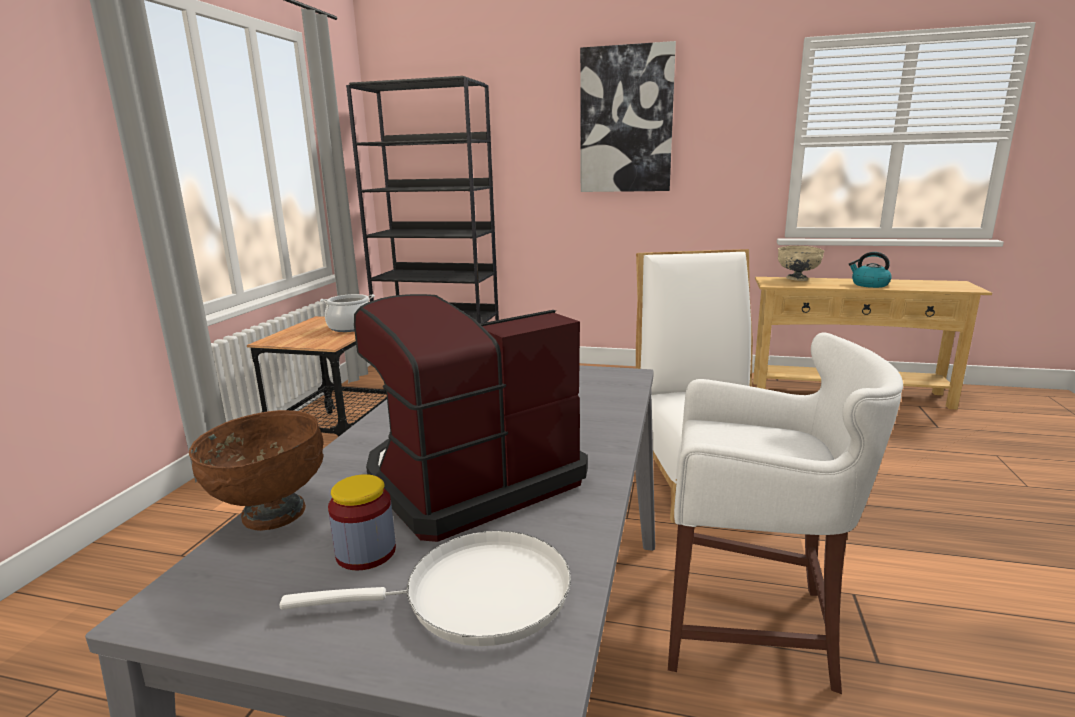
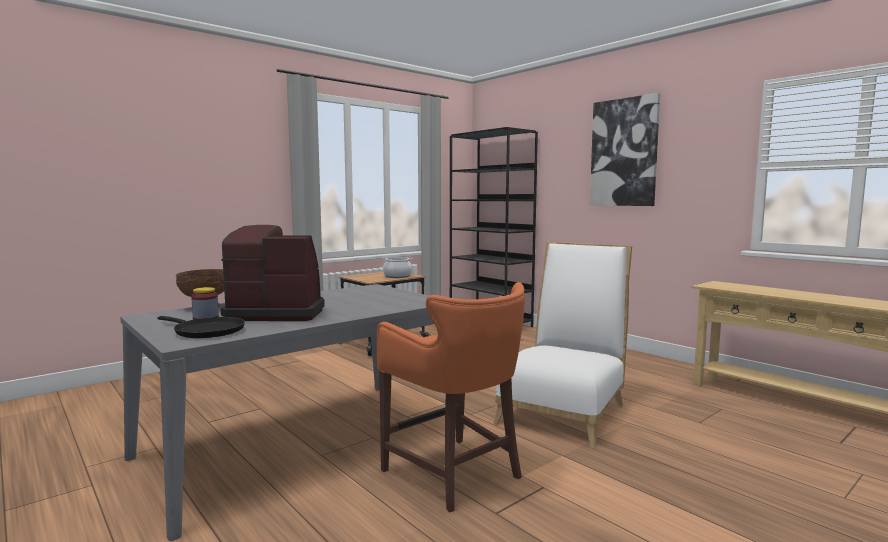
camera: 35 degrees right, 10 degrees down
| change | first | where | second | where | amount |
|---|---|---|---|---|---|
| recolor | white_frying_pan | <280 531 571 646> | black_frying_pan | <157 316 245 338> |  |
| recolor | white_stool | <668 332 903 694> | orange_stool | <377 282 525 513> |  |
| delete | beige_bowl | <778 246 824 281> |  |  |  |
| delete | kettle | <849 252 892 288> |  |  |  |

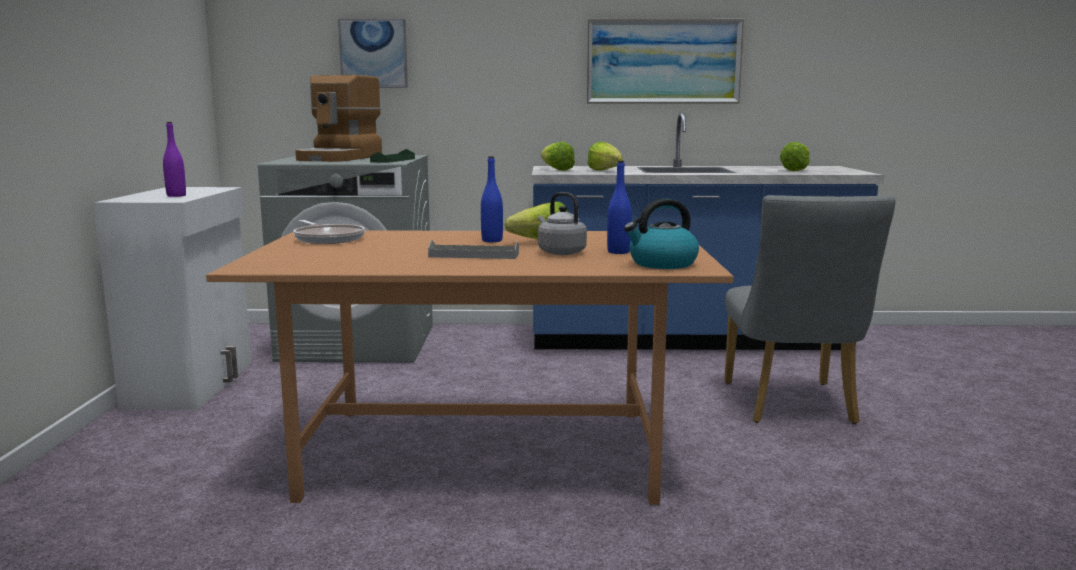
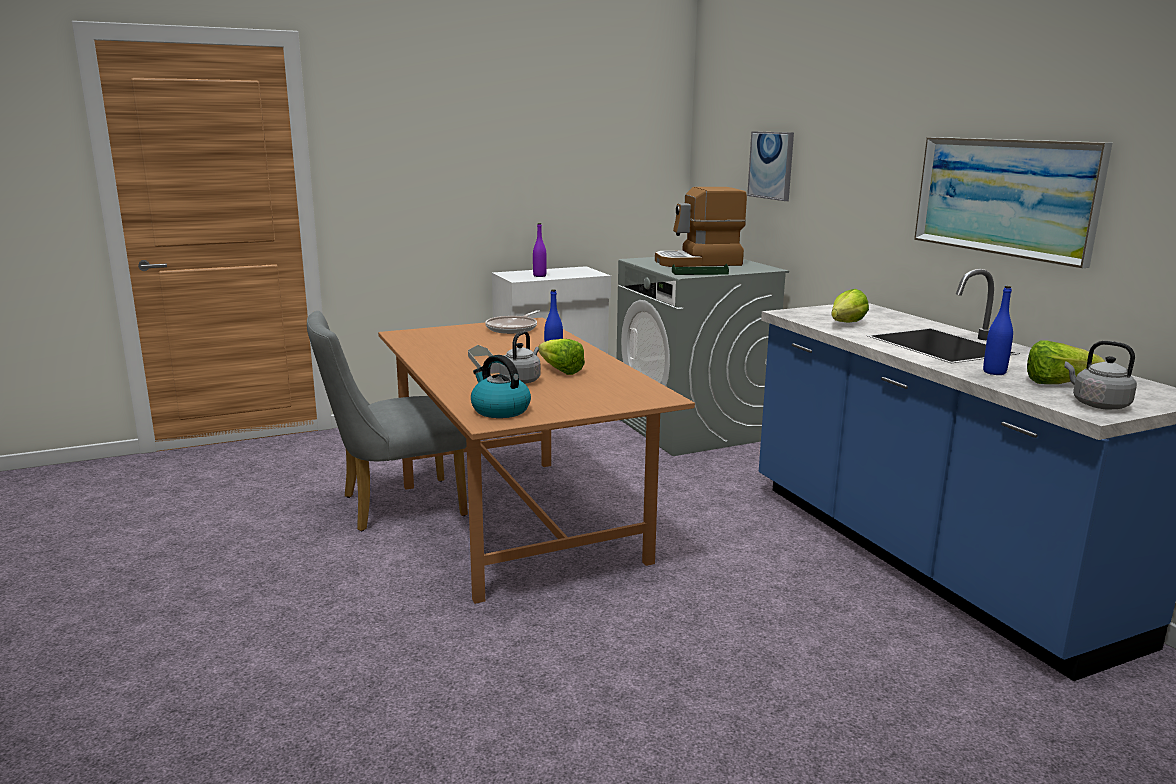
camera: 65 degrees right, 5 degrees up
| change | first | where | second | where | amount |
|---|---|---|---|---|---|
| move | grey_chair | <724 195 895 424> |  | <307 311 468 531> |  |
| move | blue_bottle | <607 161 632 254> |  | <983 286 1013 375> |  |
| insert |  |  | grey_kettle | <1064 341 1137 409> |  |
| delete | lettuce | <541 142 575 171> |  |  |  |

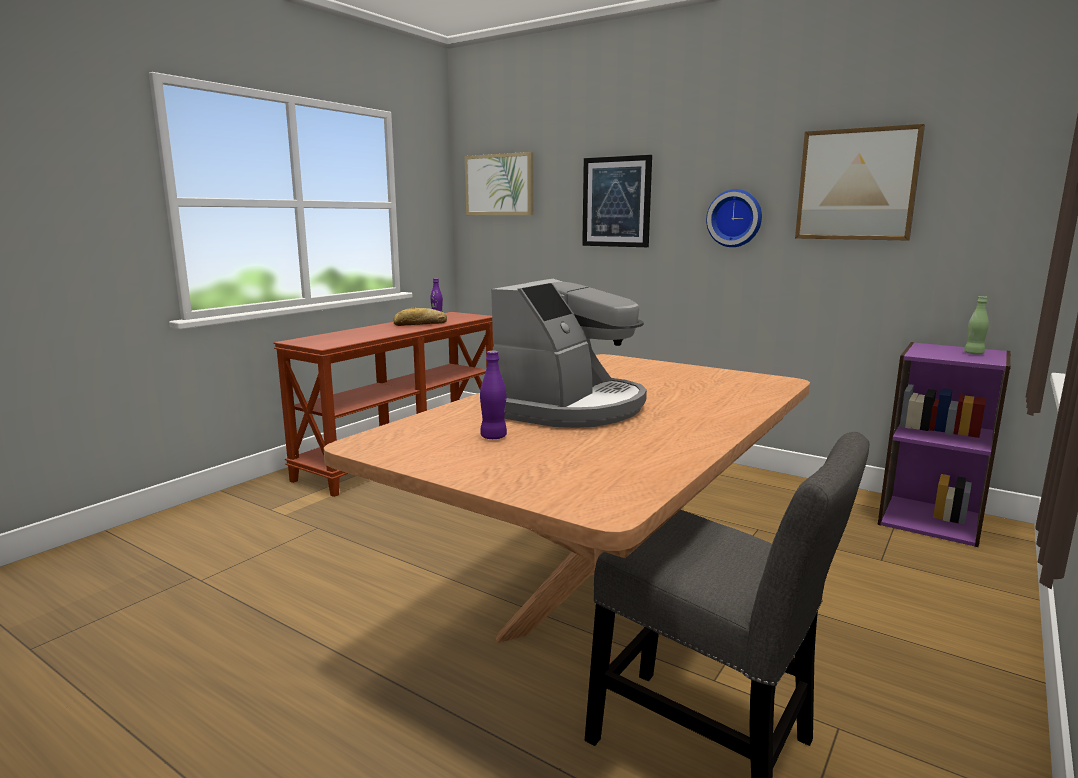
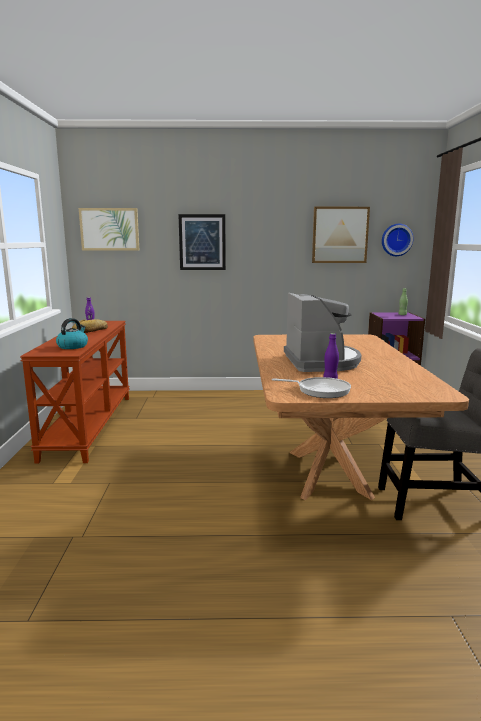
camera: 35 degrees left, 0 degrees up
| change | first | where | second | where | amount |
|---|---|---|---|---|---|
| insert |  |  | kettle | <56 318 88 349> |  |
| insert |  |  | frying_pan | <272 377 351 398> |  |
| move | wall_clock | <706 189 762 247> |  | <382 224 414 256> |  |

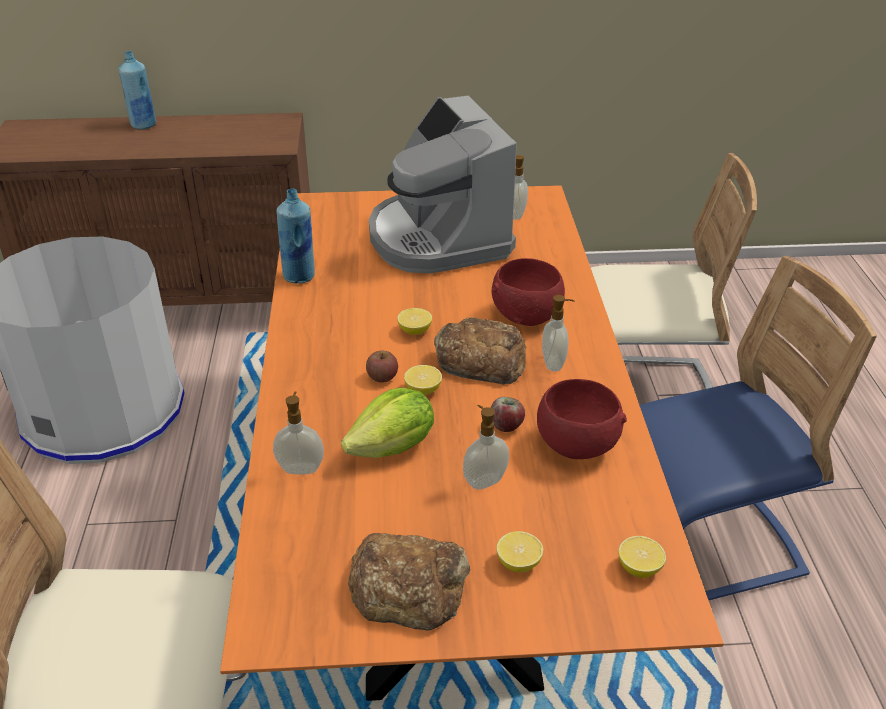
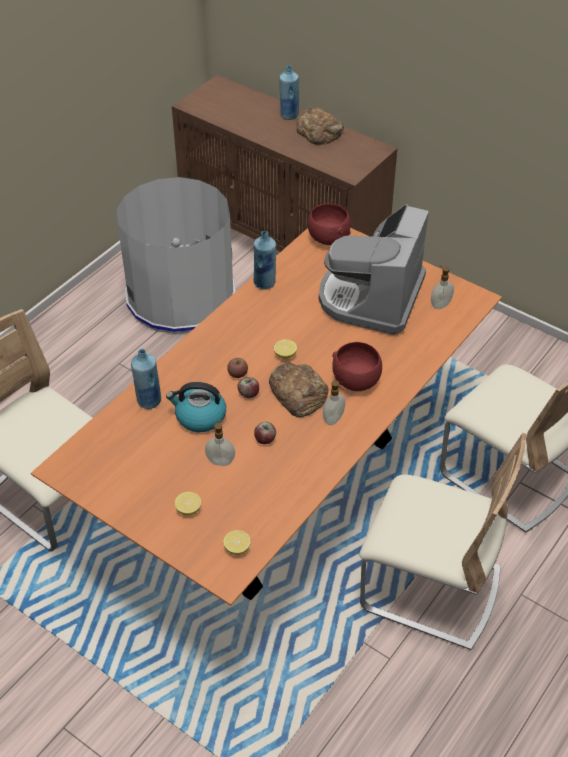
camera: 40 degrees right, 10 degrees up
| change | first | where | second | where | amount |
|---|---|---|---|---|---|
| replace | soap_dispenser | <273 391 324 475> | blue_bottle | <131 349 161 409> |  |
| replace | lettuce | <341 388 434 458> | kettle | <166 382 226 432> |  |
| replace | lemon | <404 365 442 395> | apple | <237 377 259 399> |  |
| move | bread | <348 533 470 631> |  | <296 108 344 145> |  |
| move | red_bowl | <537 379 627 459> |  | <308 204 351 245> |  |
| recolor | blue_chair | <639 256 877 600> | beige_chair | <359 433 526 650> |  |

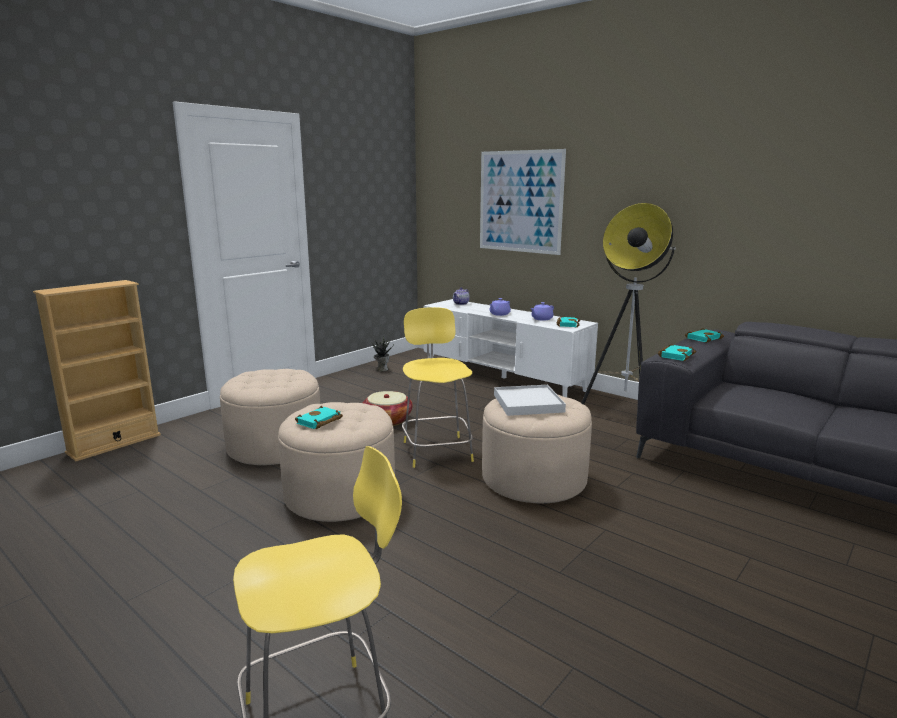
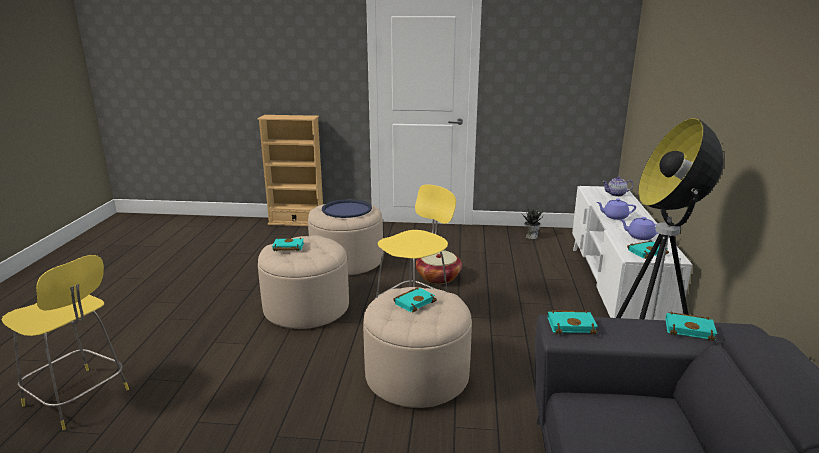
camera: 55 degrees right, 5 degrees up
| change | first | where | second | where | amount |
|---|---|---|---|---|---|
| insert |  |  | blue_tray | <322 199 372 218> |  |
| replace | white_tray | <494 385 566 416> | turquoise_book | <393 287 437 312> |  |
| delete | picture | <480 149 566 255> |  |  |  |

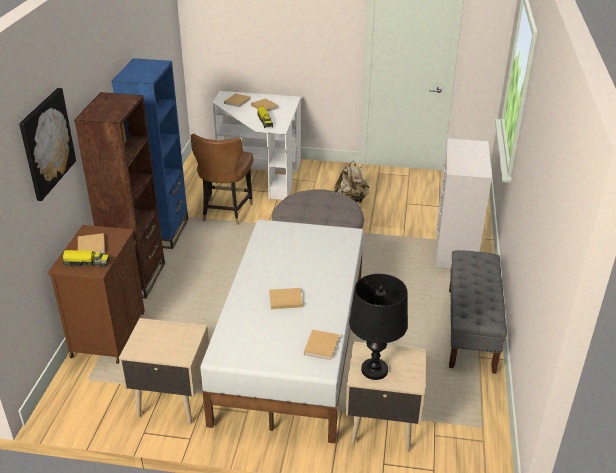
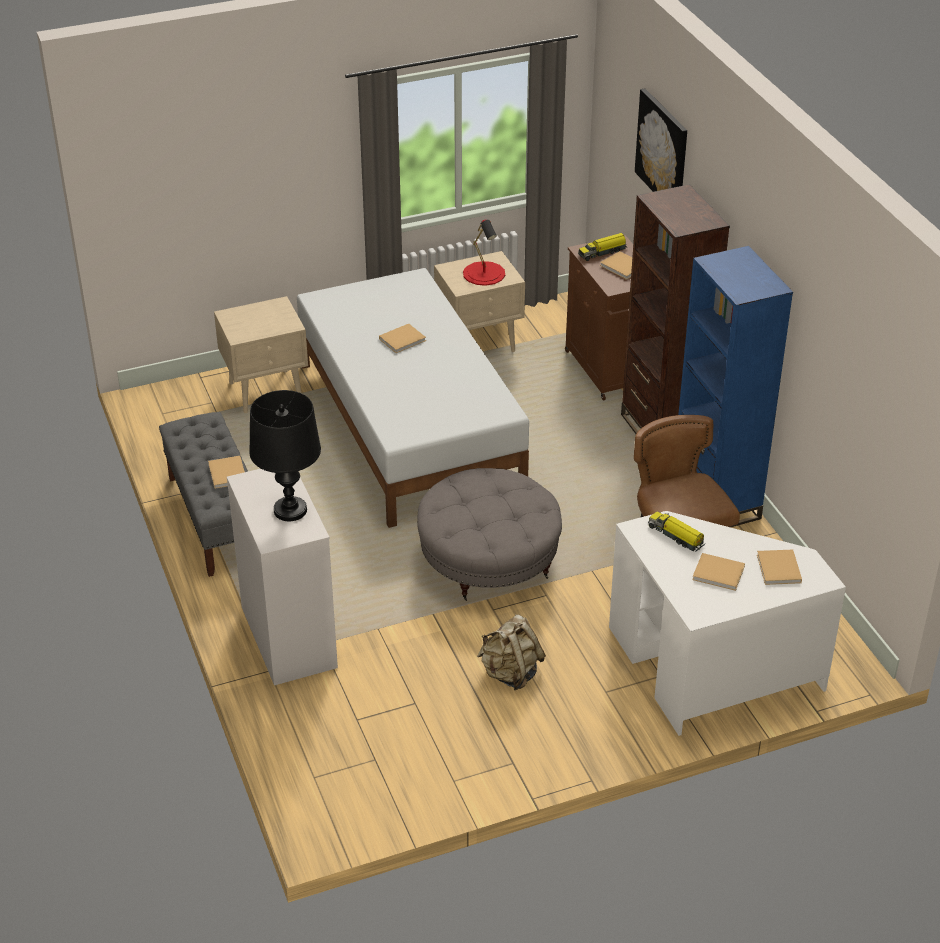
camera: 150 degrees right, 5 degrees up
| change | first | where | second | where | amount |
|---|---|---|---|---|---|
| move | beige_book | <304 330 339 360> |  | <208 456 245 489> |  |
| move | black_table_lamp | <349 274 408 380> |  | <249 390 321 521> |  |
| insert |  |  | red_table_lamp | <463 219 505 286> |  |

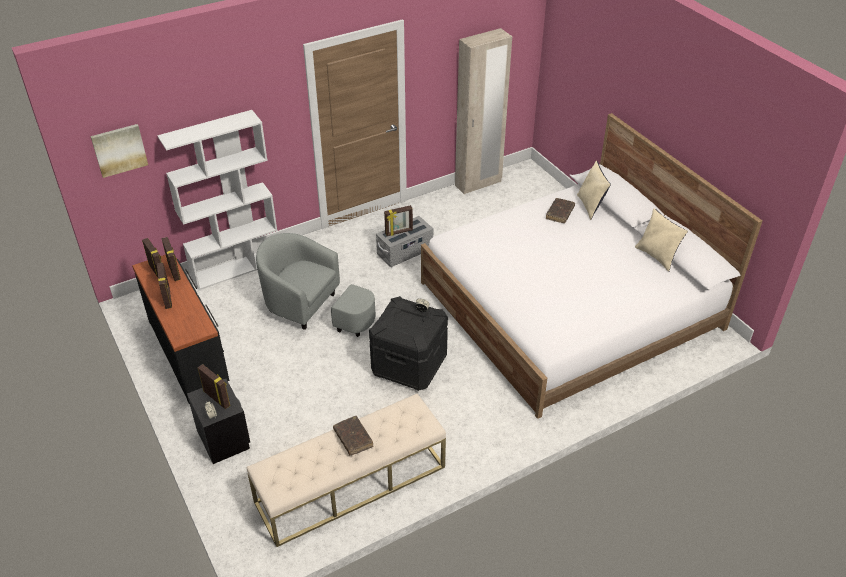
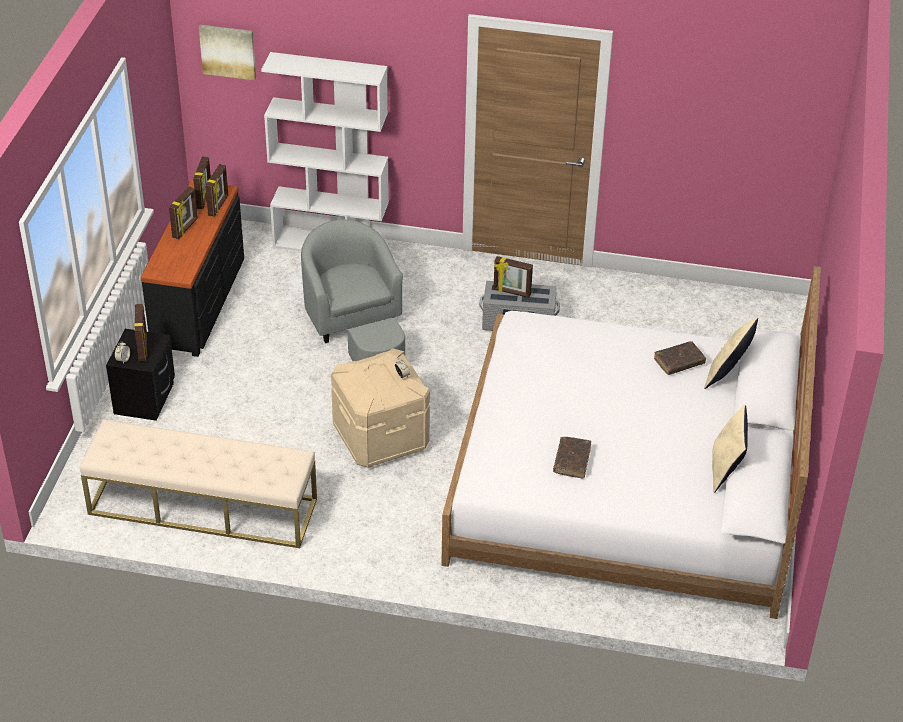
camera: 40 degrees right, 0 degrees up
| change | first | where | second | where | amount |
|---|---|---|---|---|---|
| recolor | black_storage_box | <369 296 448 391> | beige_storage_box | <331 348 430 468> |  |
| move | brown_book | <333 416 373 455> |  | <553 437 591 479> |  |
| delete | beige_wardrobe | <455 28 512 194> |  |  |  |

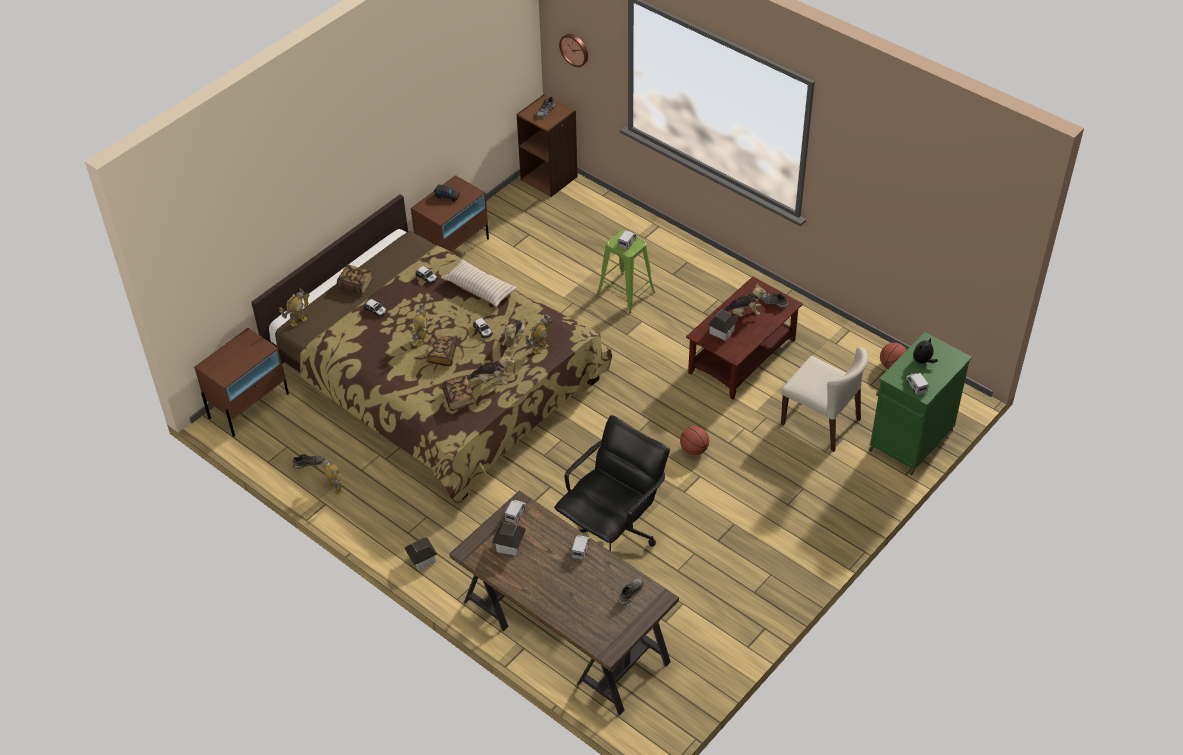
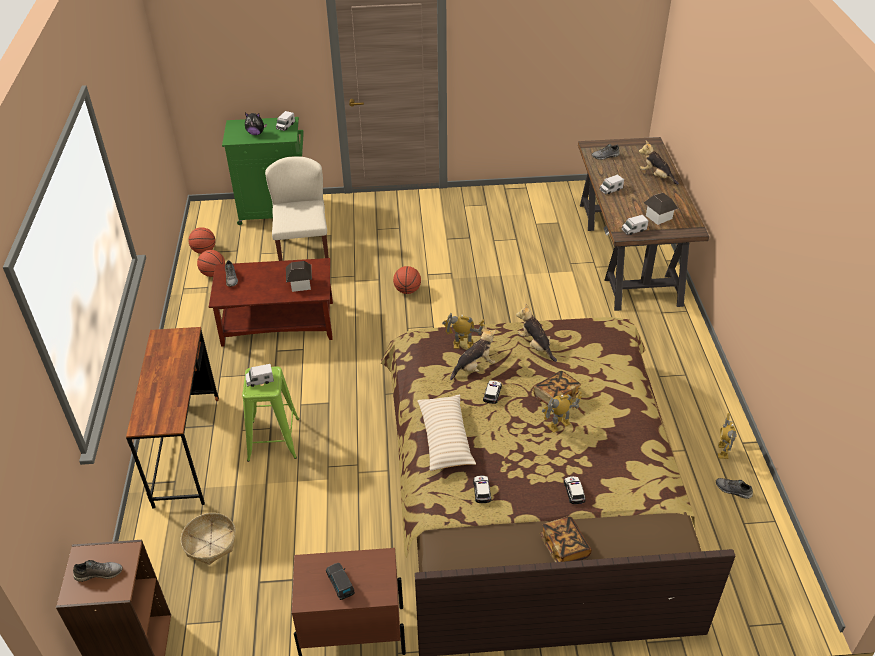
camera: 135 degrees left, 5 degrees down
| change | first | where | second | where | amount |
|---|---|---|---|---|---|
| insert |  |  | brown_desk | <126 327 219 509> |  |
| insert |  |  | basket | <181 513 236 565> |  |
| insert |  |  | basketball | <197 250 225 277> |  |
| move | plush_toy | <724 283 766 317> |  | <639 141 679 185> |  |
| delete | brown_nightstand | <194 328 289 437> |  |  |  |
| delete | toy_robot | <279 288 310 327> |  |  |  |
| delete | toy_house | <404 537 437 571> |  |  |  |
| delete | book | <442 376 475 411> |  |  |  |
| delete | black_office_chair | <554 415 670 551> |  |  |  |
| delete | wall_clock | <559 34 588 67> |  |  |  |

